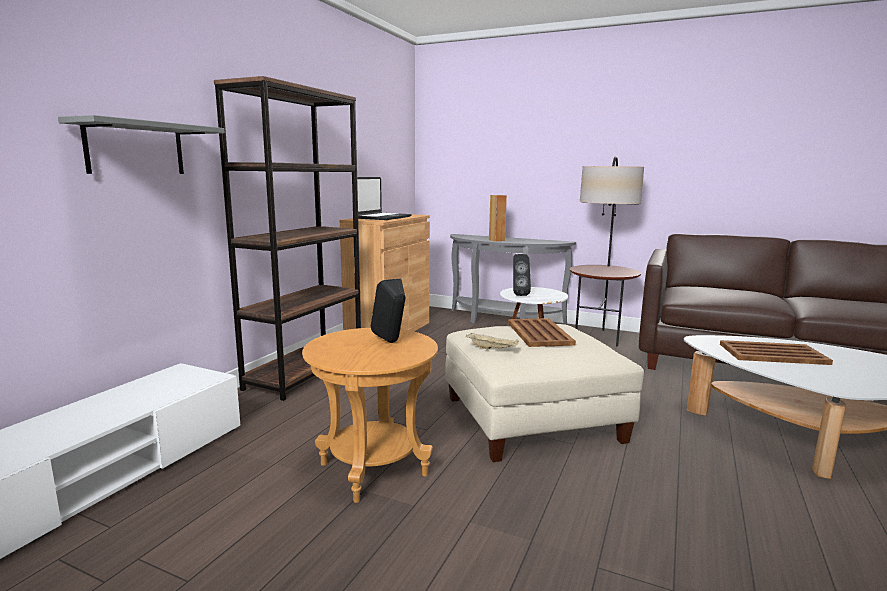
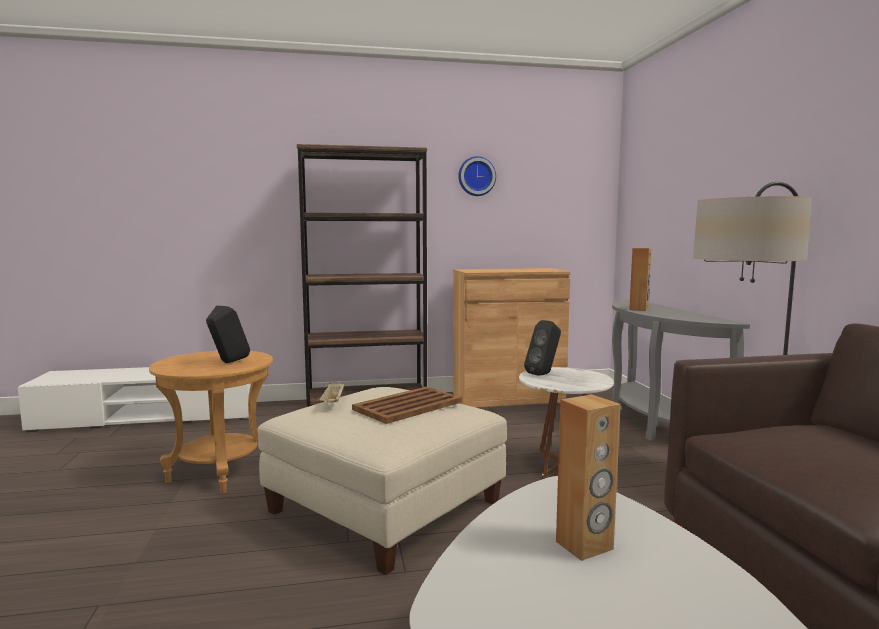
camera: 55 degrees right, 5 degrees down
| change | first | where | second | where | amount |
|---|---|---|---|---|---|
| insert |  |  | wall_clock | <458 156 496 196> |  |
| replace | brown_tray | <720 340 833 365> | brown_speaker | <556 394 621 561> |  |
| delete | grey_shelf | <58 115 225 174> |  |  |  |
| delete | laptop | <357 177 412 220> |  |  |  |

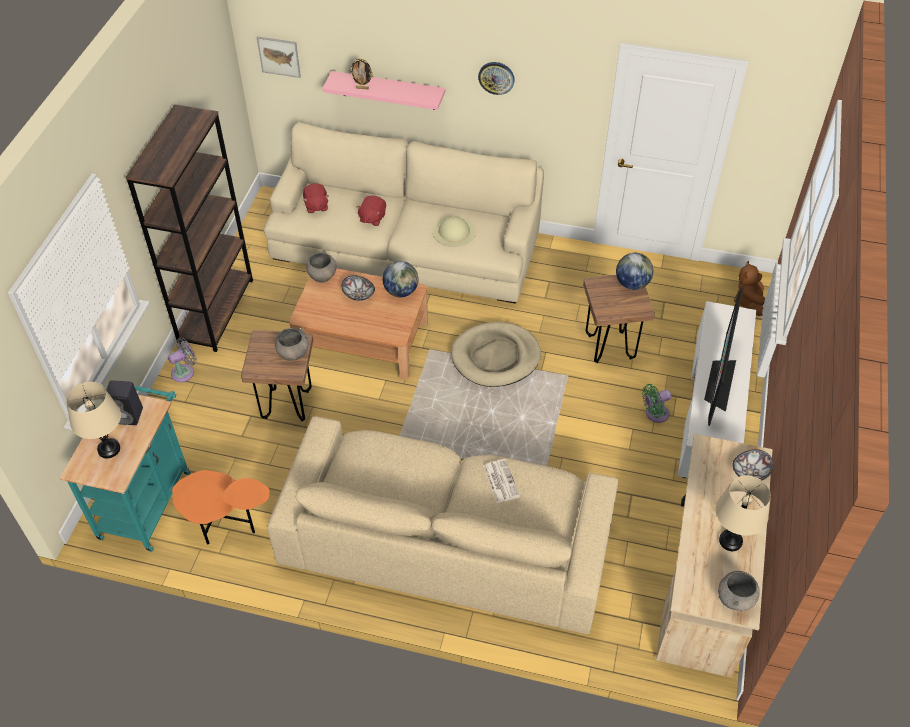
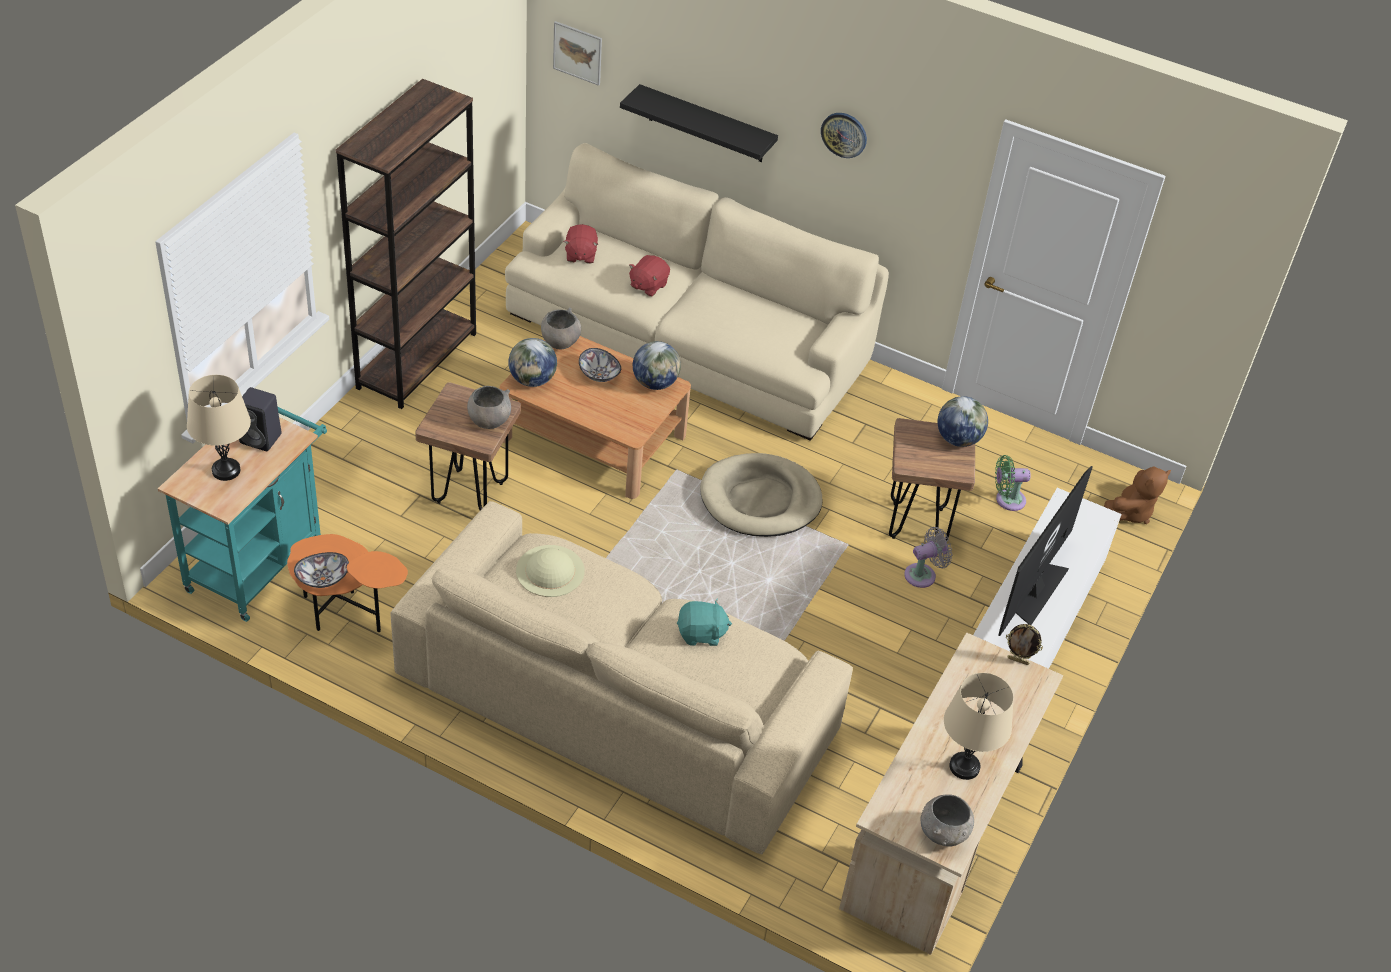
camera: 10 degrees right, 5 degrees down
| change | first | where | second | where | amount |
|---|---|---|---|---|---|
| move | bowl | <732 449 774 480> |  | <294 552 349 588> |  |
| insert |  |  | globe | <509 338 557 387> |  |
| move | beige_hat | <432 216 476 247> |  | <516 545 585 597> |  |
| recolor | pink_shelf | <322 71 445 110> | black_shelf | <620 84 778 162> |  |
| replace | newspaper | <483 459 520 503> | turquoise_plush_toy | <677 599 732 646> |  |
| move | grey_fan | <168 338 197 382> |  | <904 527 952 588> |  |
| move | green_fan | <642 384 671 423> |  | <995 455 1031 511> |  |
| move | picture_frame | <350 58 373 89> |  | <1006 624 1043 665> |  |
| rotate | brown_plush_toy | <734 261 765 316> |  | <1104 466 1171 524> | 150 degrees counterclockwise |

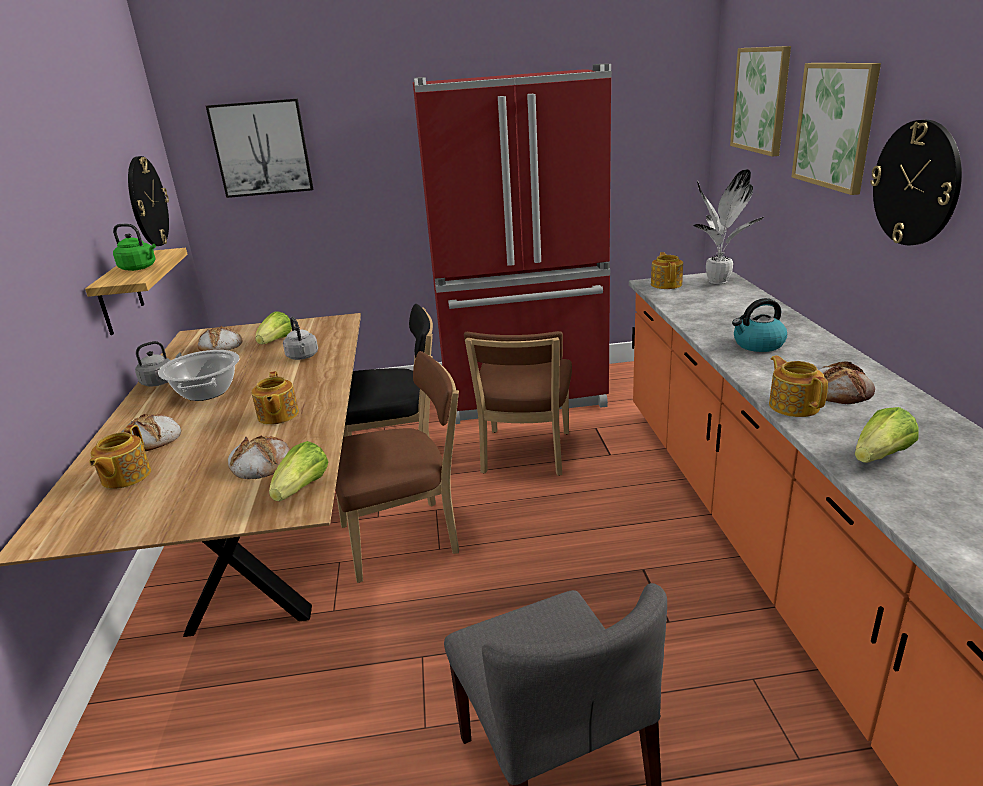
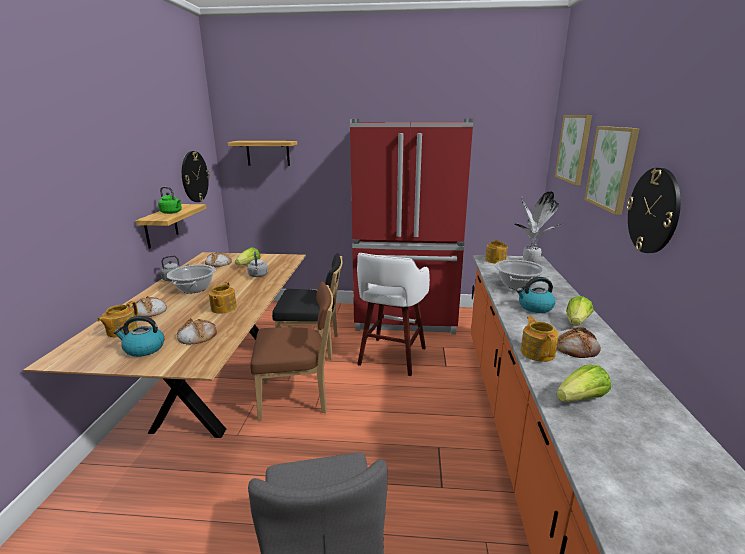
camera: 10 degrees right, 5 degrees down
| change | first | where | second | where | amount |
|---|---|---|---|---|---|
| insert |  |  | kettle | <114 316 164 357> |  |
| replace | picture | <206 99 313 198> | shelf | <228 141 297 166> |  |
| replace | brown_chair | <464 331 572 476> | white_stool | <357 253 430 376> |  |
| insert |  |  | cooking_pot | <495 260 546 290> |  |
| move | lettuce | <269 441 328 501> |  | <566 296 593 326> |  |

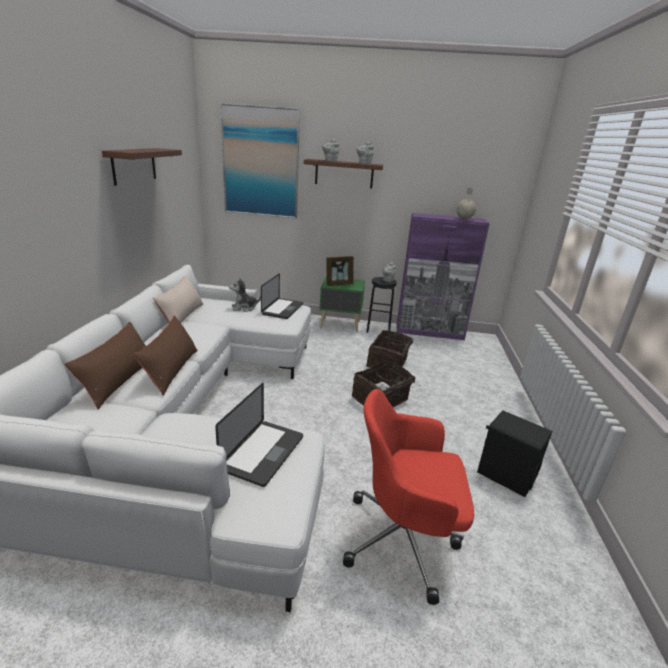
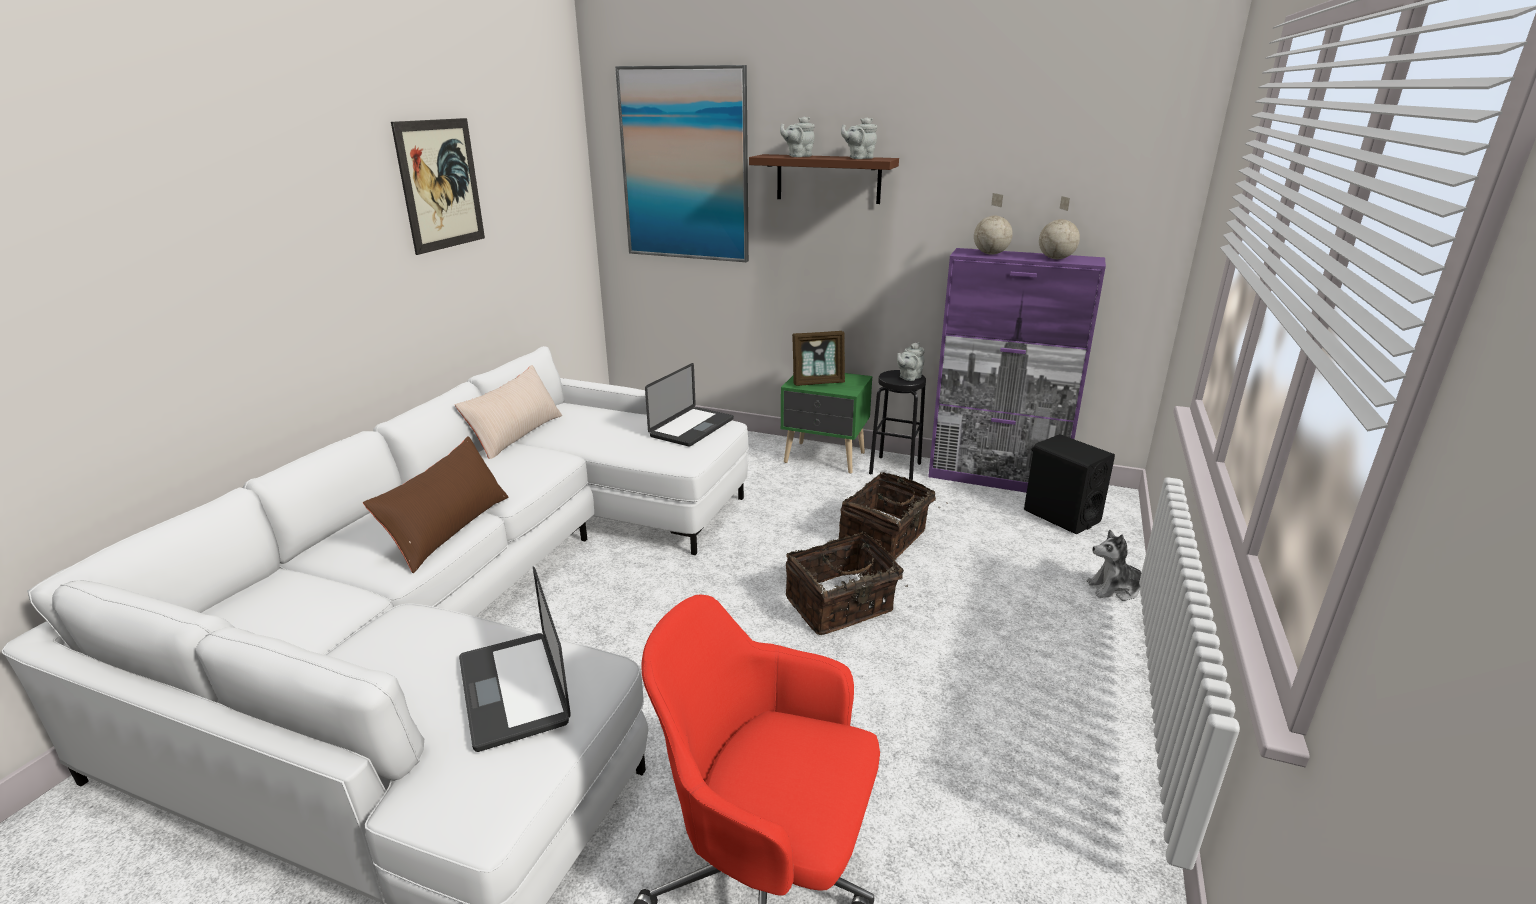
camera: 15 degrees right, 0 degrees up
| change | first | where | second | where | amount |
|---|---|---|---|---|---|
| replace | brown_shelf | <102 148 182 186> | picture | <391 118 485 255> |  |
| rotate | laptop | <215 383 303 487> |  | <459 566 571 752> | 120 degrees clockwise |
| insert |  |  | globe | <974 193 1013 255> |  |
| move | black_speaker | <477 410 552 497> |  | <1024 434 1115 534> |  |
| move | plush_toy | <229 278 261 312> |  | <1087 530 1141 601> |  |
| delete | brown_pillow | <64 322 146 409> |  |  |  |

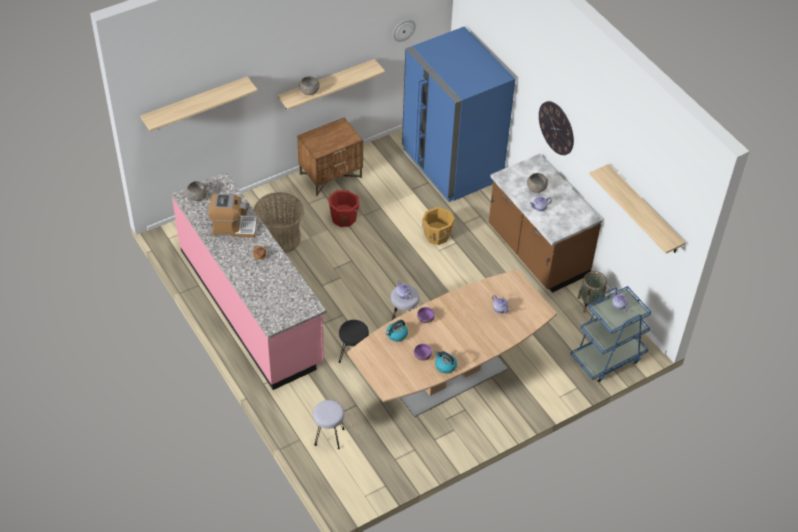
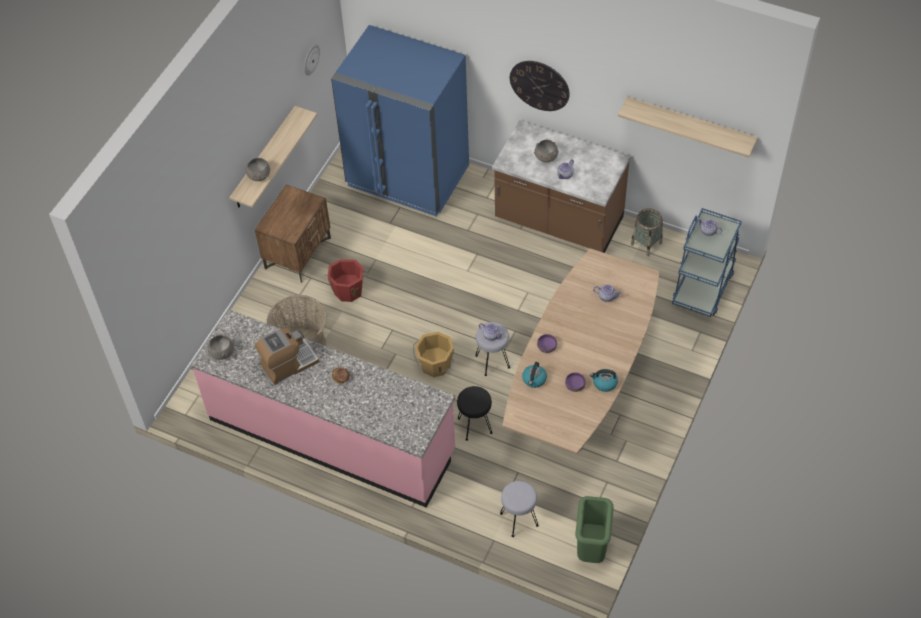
camera: 30 degrees left, 5 degrees up
| change | first | where | second | where | amount |
|---|---|---|---|---|---|
| move | orange_bucket | <422 207 455 245> |  | <413 332 454 377> |  |
| insert |  |  | green_trash_can | <575 496 614 563> |  |
| delete | shelf | <140 77 258 131> |  |  |  |

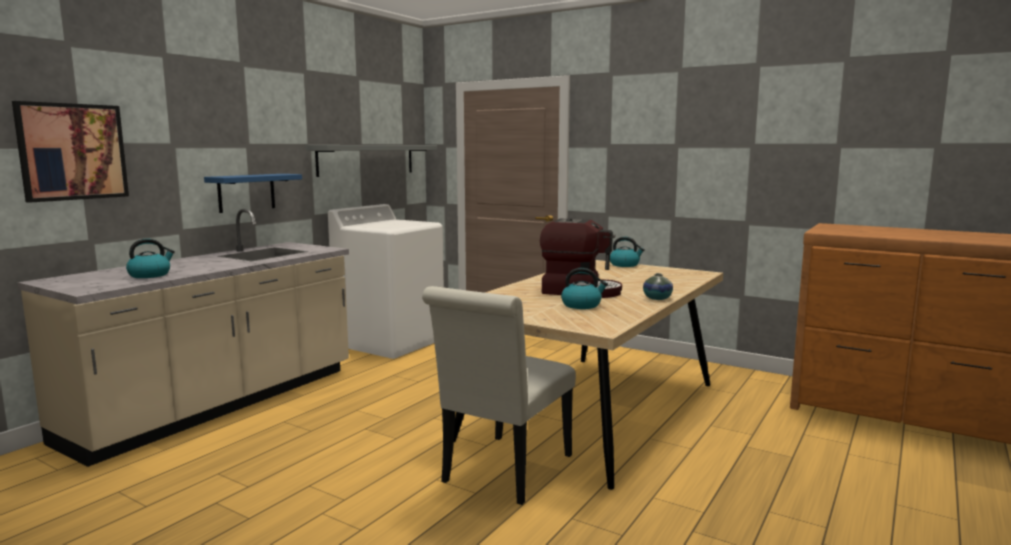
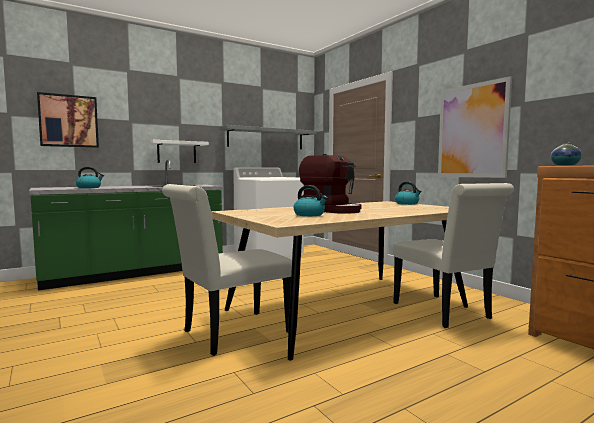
camera: 25 degrees right, 5 degrees down
| change | first | where | second | where | amount |
|---|---|---|---|---|---|
| recolor | beige_counter | <18 209 349 467> | green_counter | <29 160 223 290> |  |
| recolor | blue_shelf | <204 174 302 213> | white_shelf | <149 140 209 163> |  |
| insert |  |  | white_chair | <393 183 514 328> |  |
| insert |  |  | picture | <438 76 512 178> |  |
| move | vase | <643 273 673 300> |  | <551 143 582 166> |  |

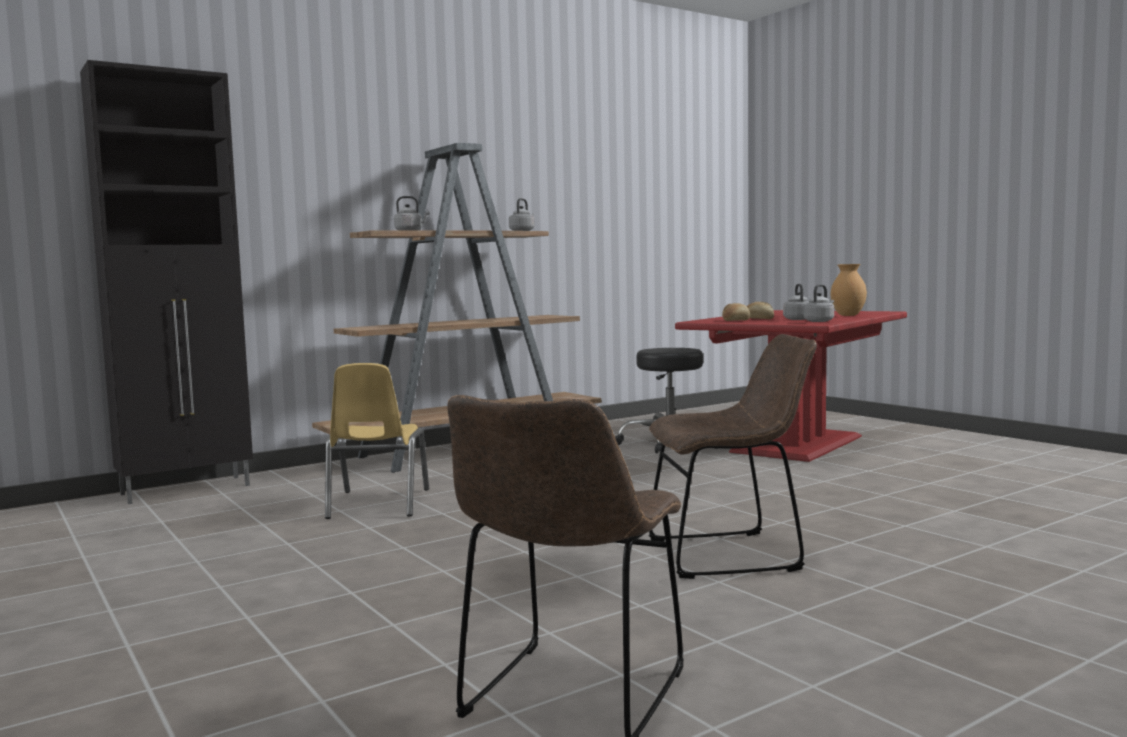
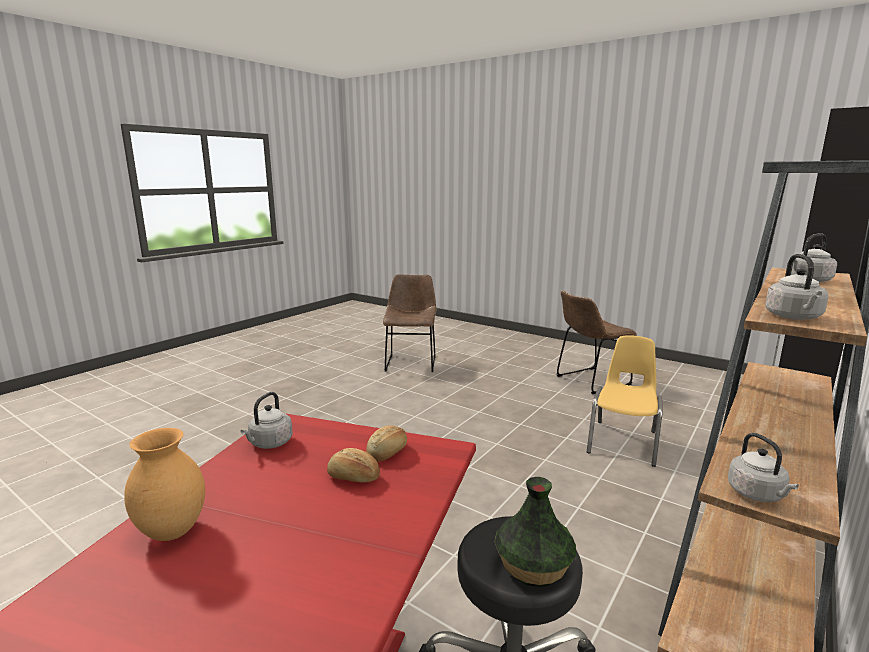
camera: 160 degrees right, 10 degrees up
| change | first | where | second | where | amount |
|---|---|---|---|---|---|
| insert |  |  | vase | <495 477 576 587> |  |
| move | brown_chair | <648 334 817 579> |  | <556 291 637 394> |  |
| rotate | yellow_chair | <325 363 429 519> |  | <587 335 663 467> | 45 degrees clockwise |
| move | grey_kettle | <783 284 809 320> |  | <728 433 799 502> |  |

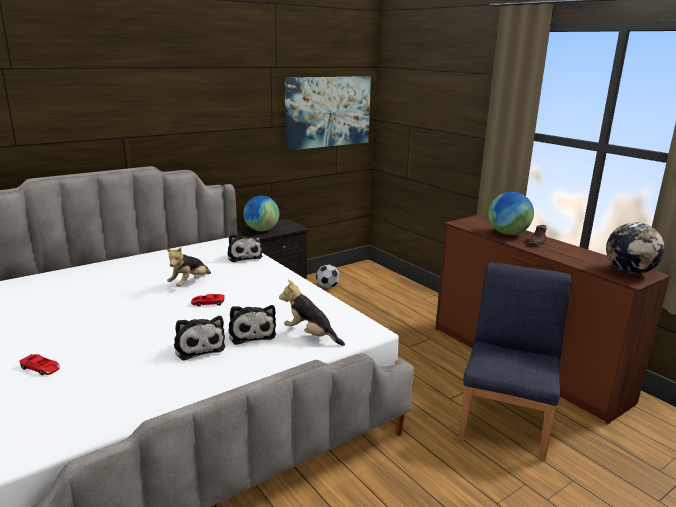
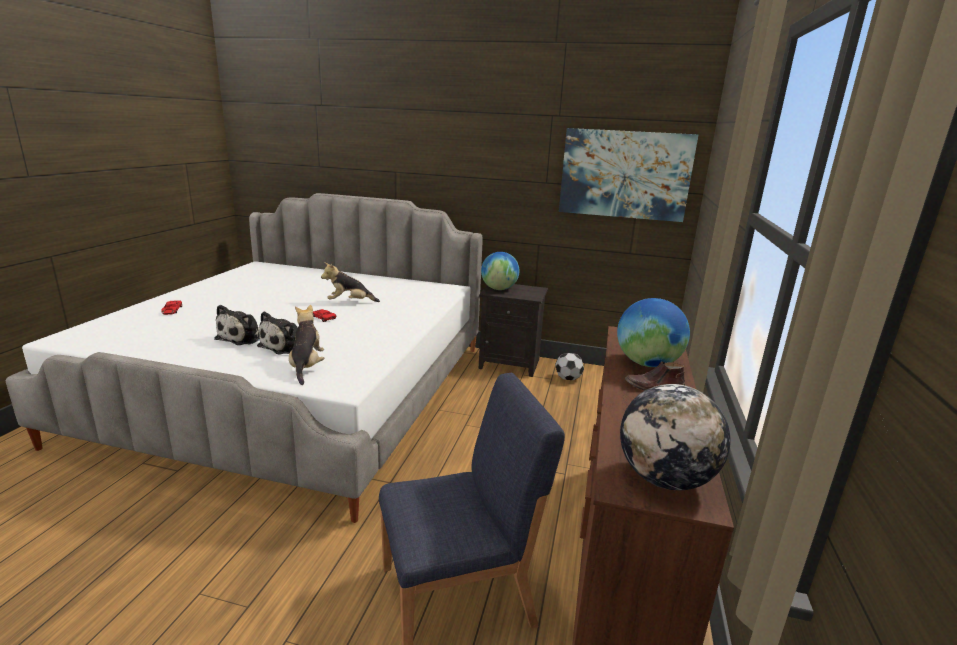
camera: 50 degrees right, 0 degrees up
| change | first | where | second | where | amount |
|---|---|---|---|---|---|
| delete | plush_toy | <227 234 263 262> |  |  |  |

